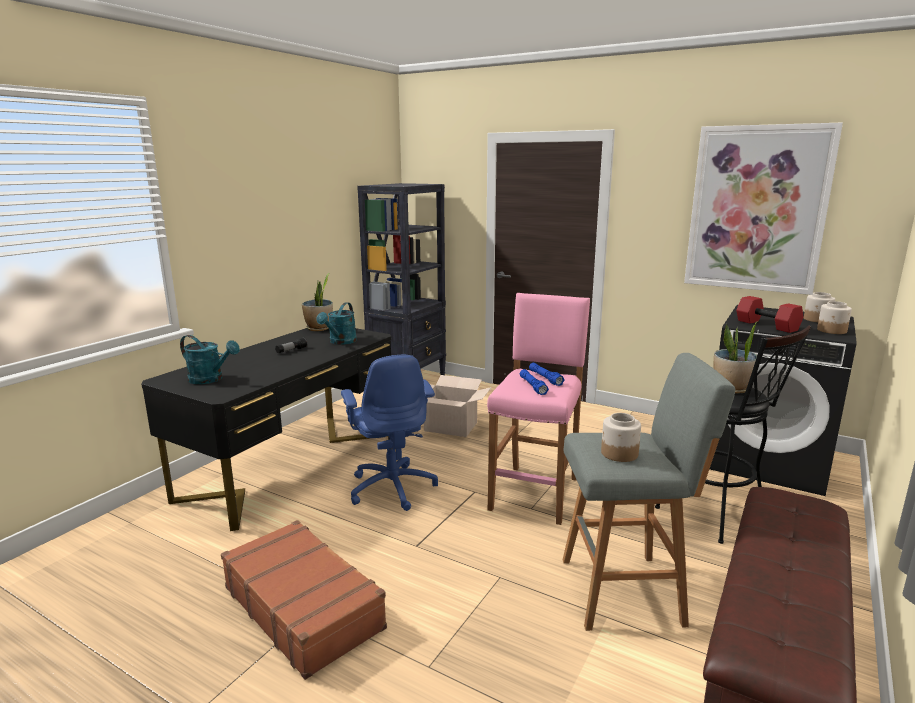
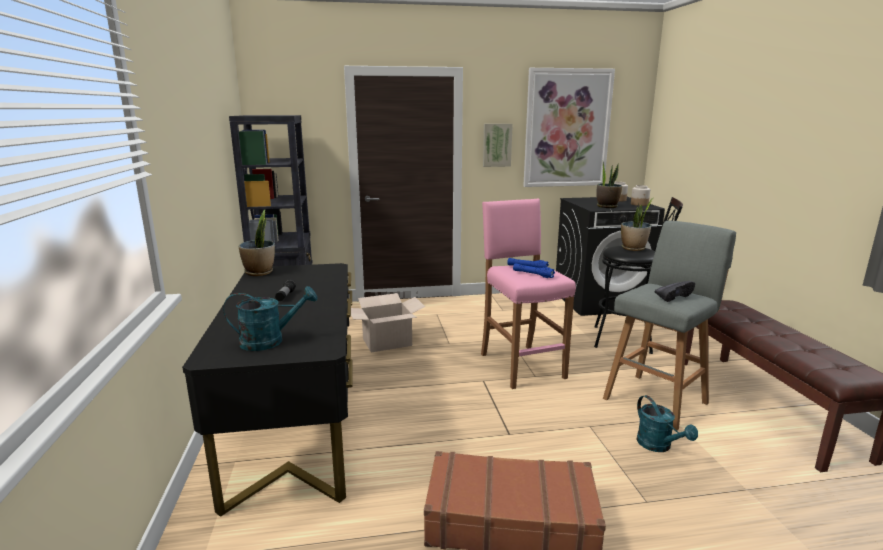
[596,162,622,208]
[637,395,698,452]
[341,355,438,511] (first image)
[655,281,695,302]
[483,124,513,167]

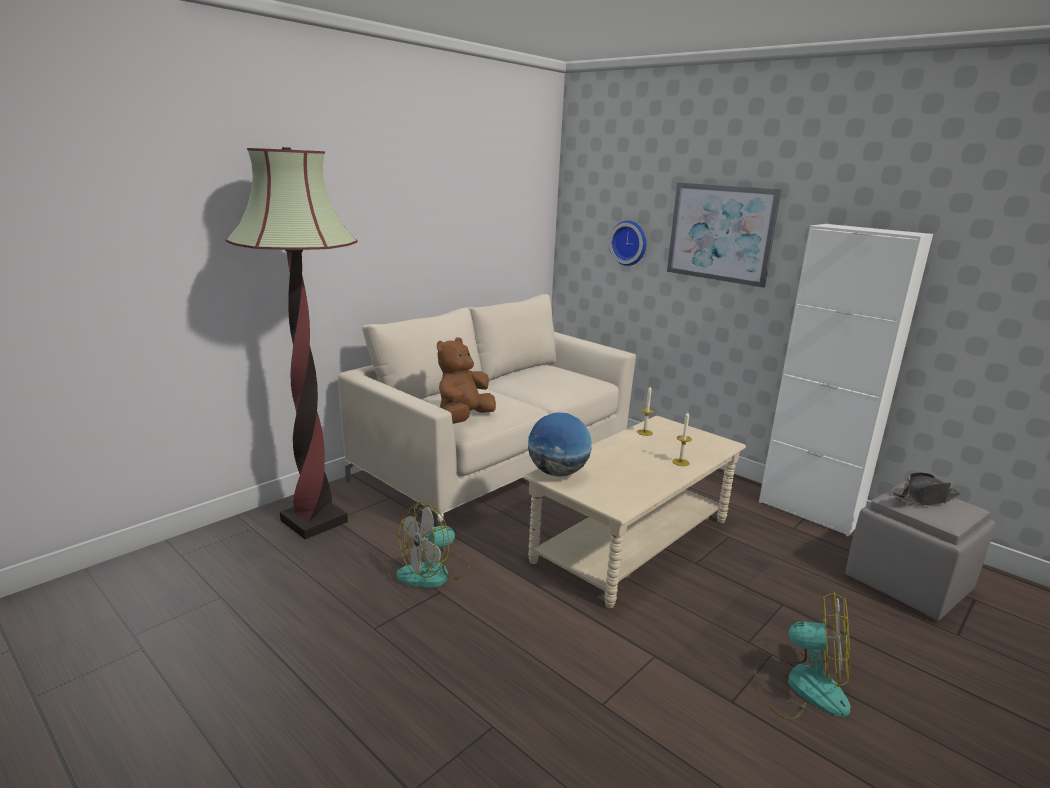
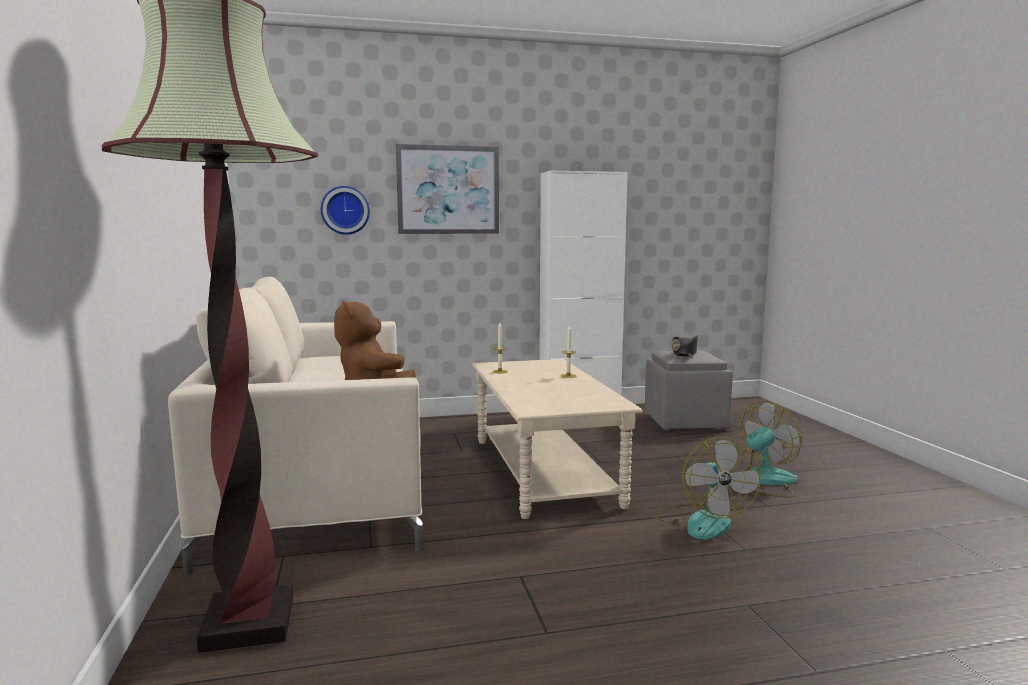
[528,412,592,477] (first image)
[655,437,760,539]

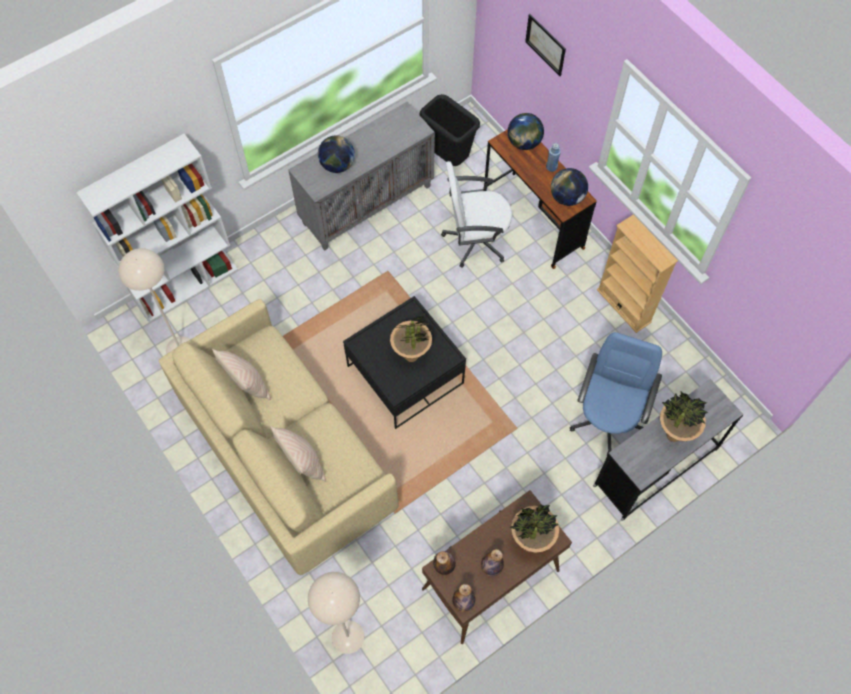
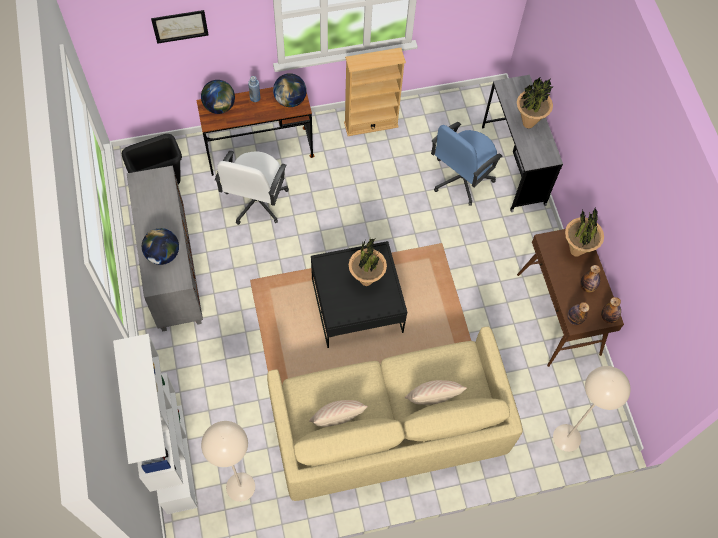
[431,122,503,206]

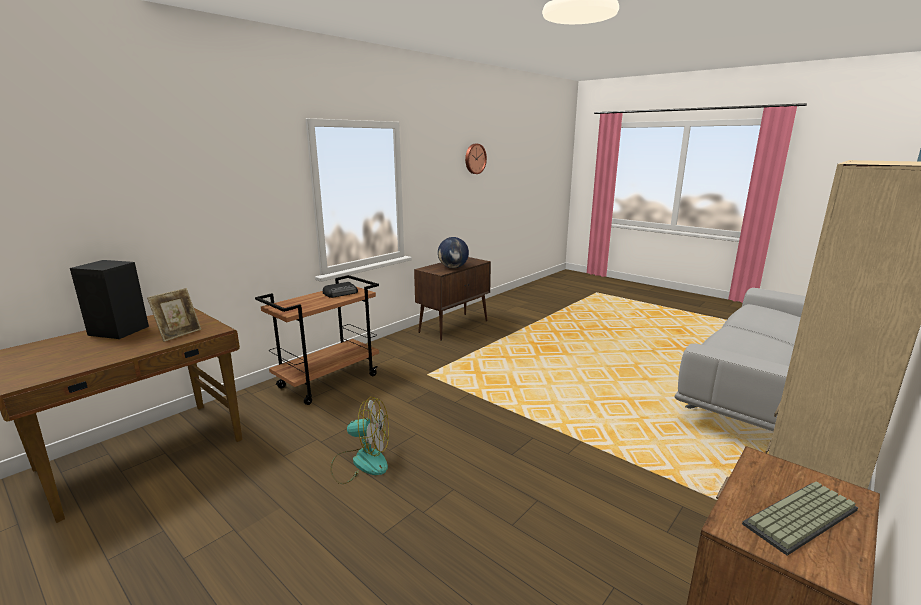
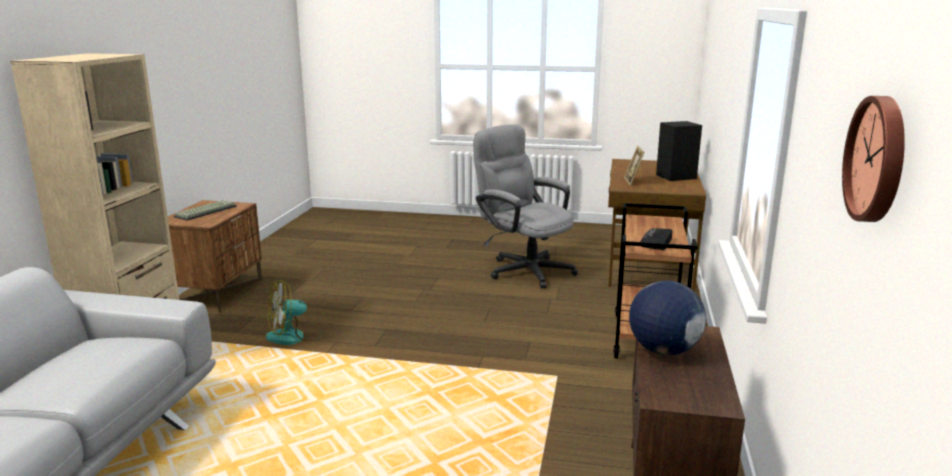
[266,280,323,345]
[473,124,578,288]

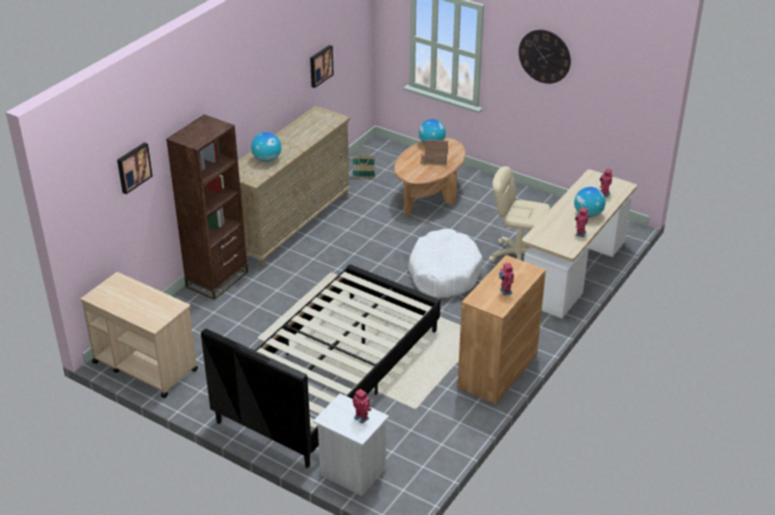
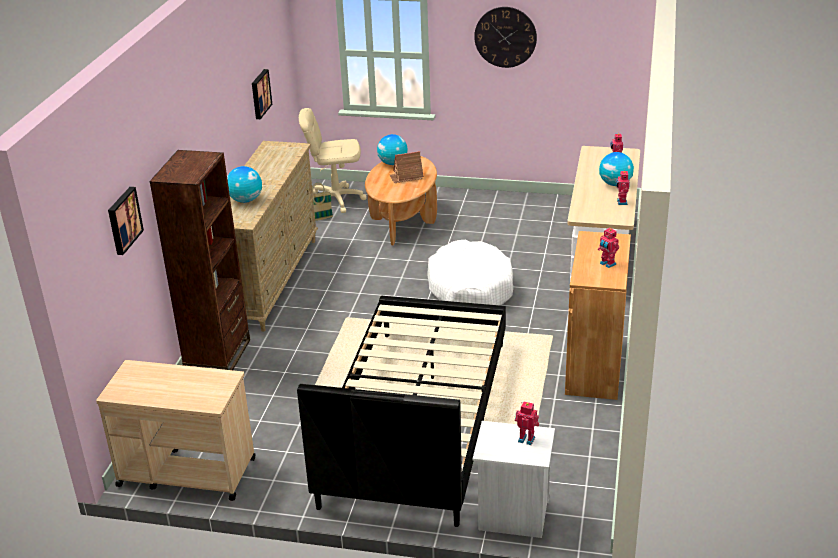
[299,108,367,213]

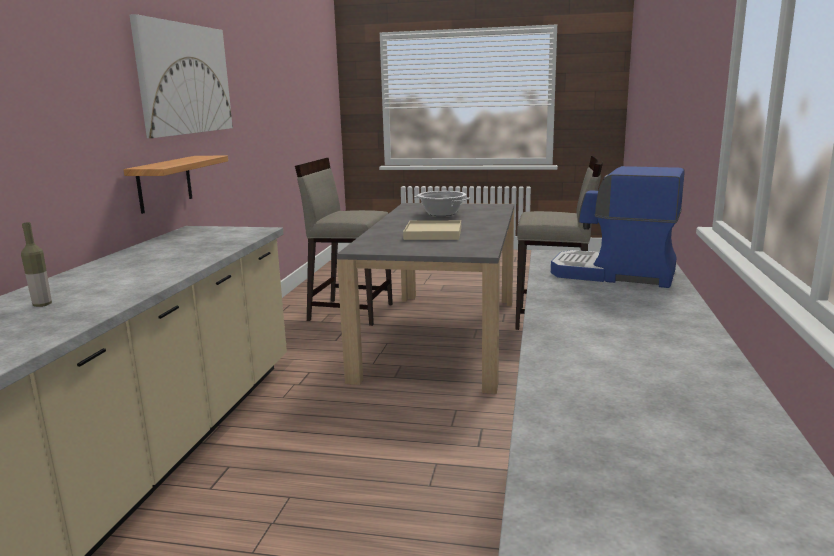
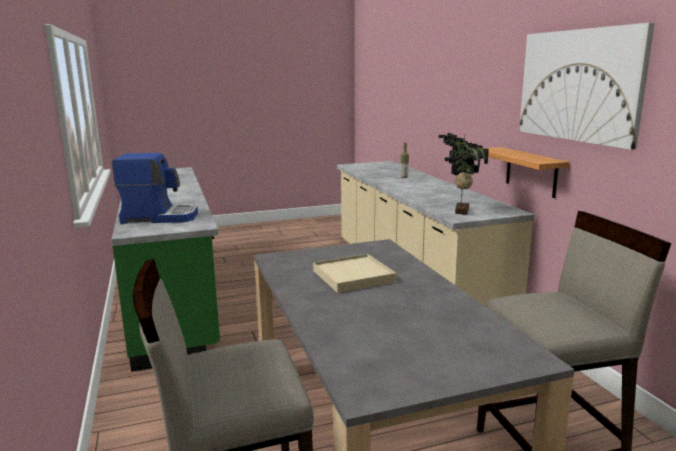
[414,191,470,216] (first image)
[438,133,489,215]

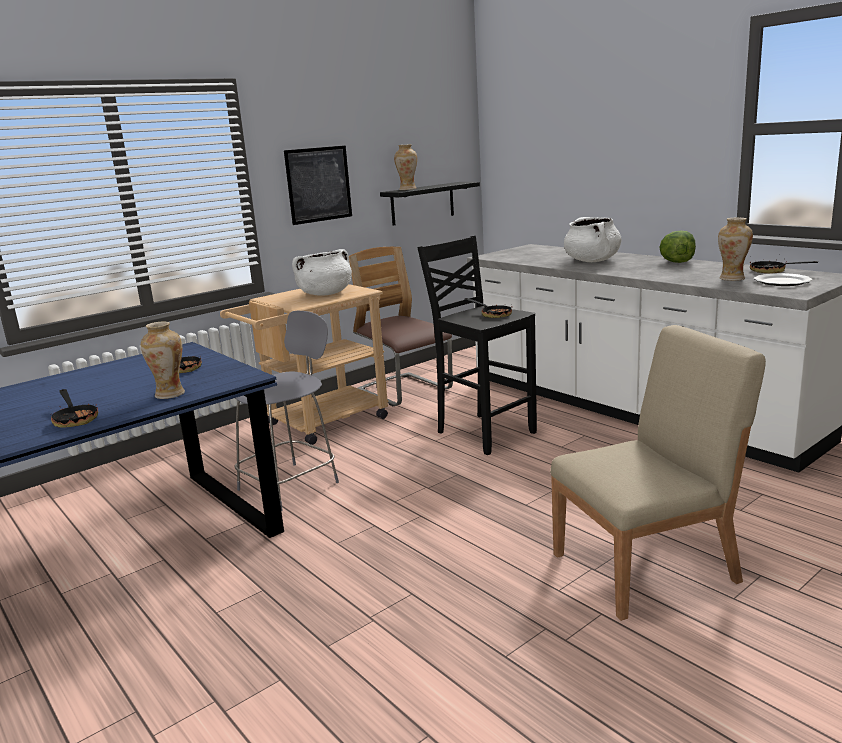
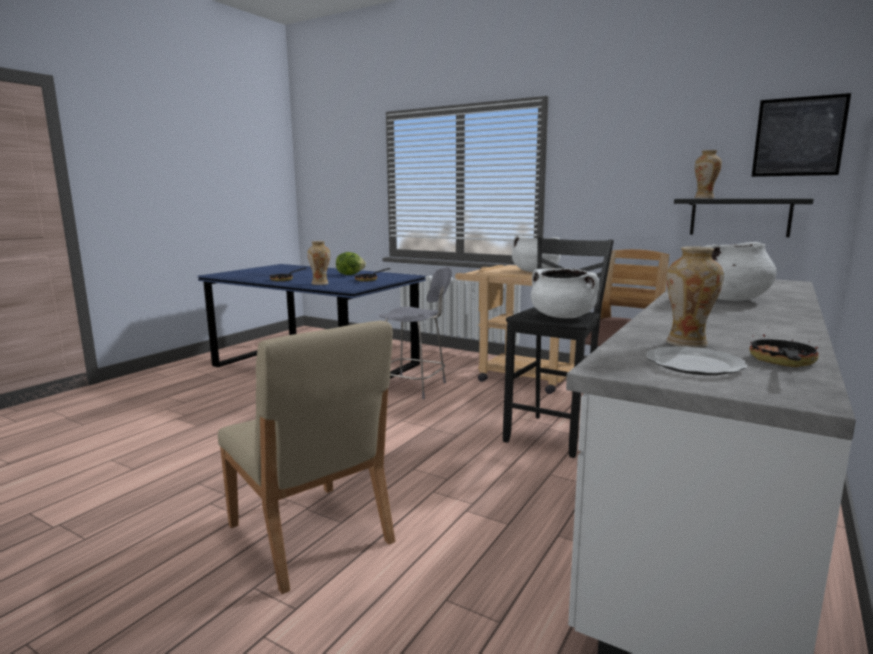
[752,93,851,177]
[336,252,366,275]
[531,268,599,318]

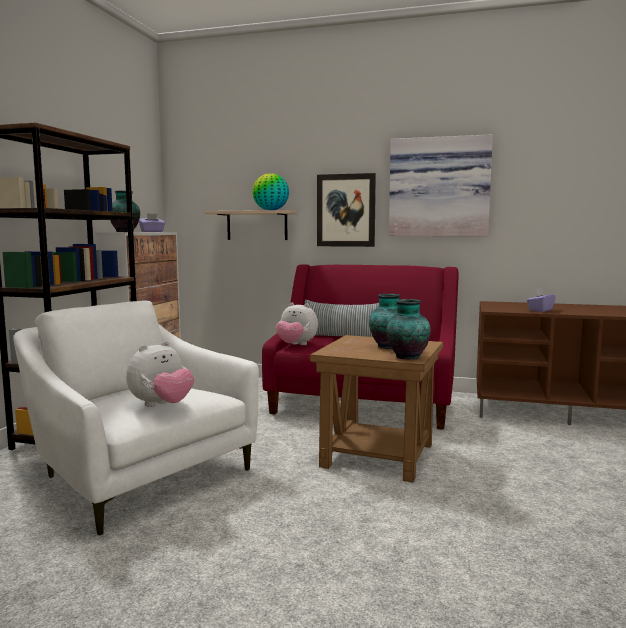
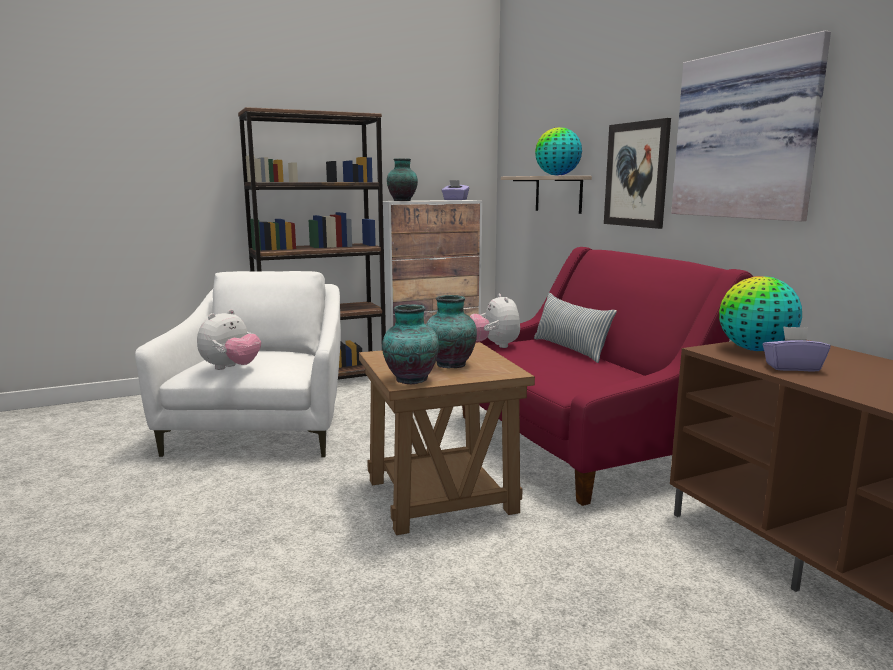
[197,309,261,370]
[719,276,802,351]

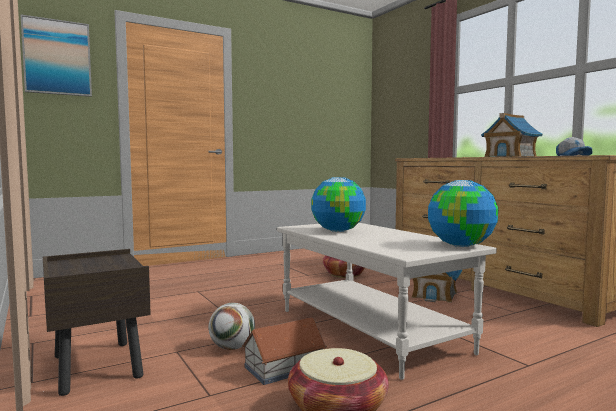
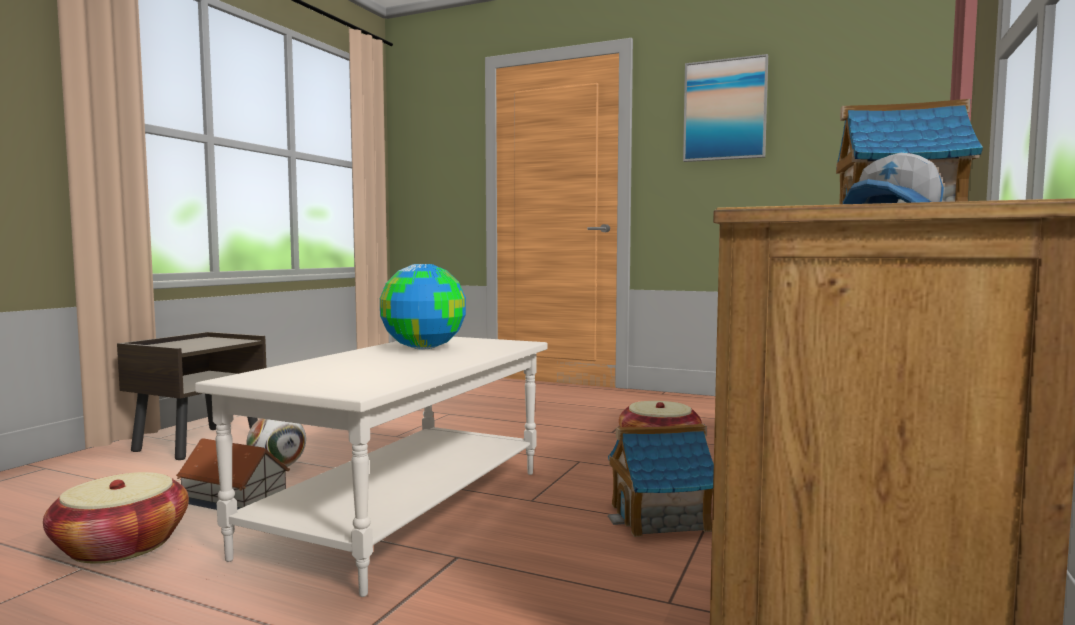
[683,54,768,162]
[428,180,498,247] (first image)

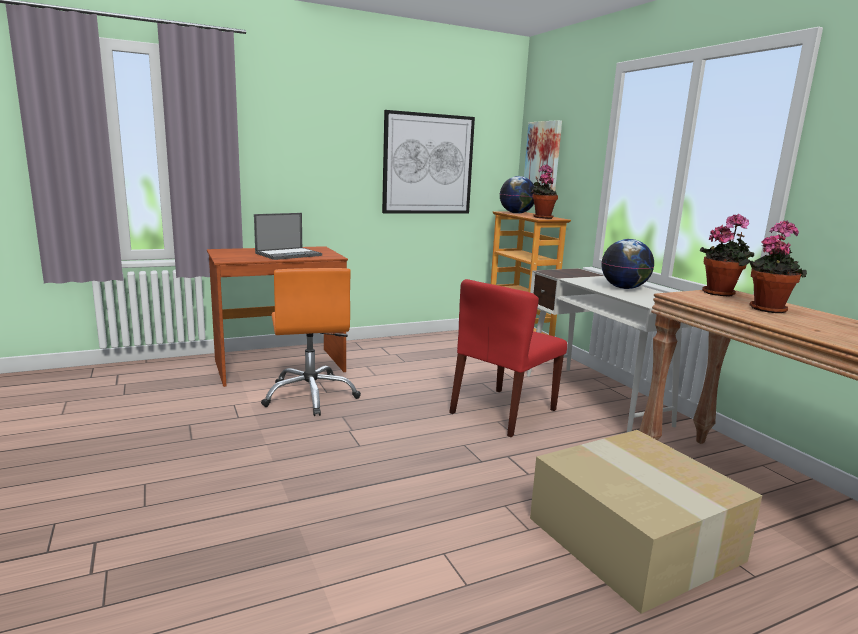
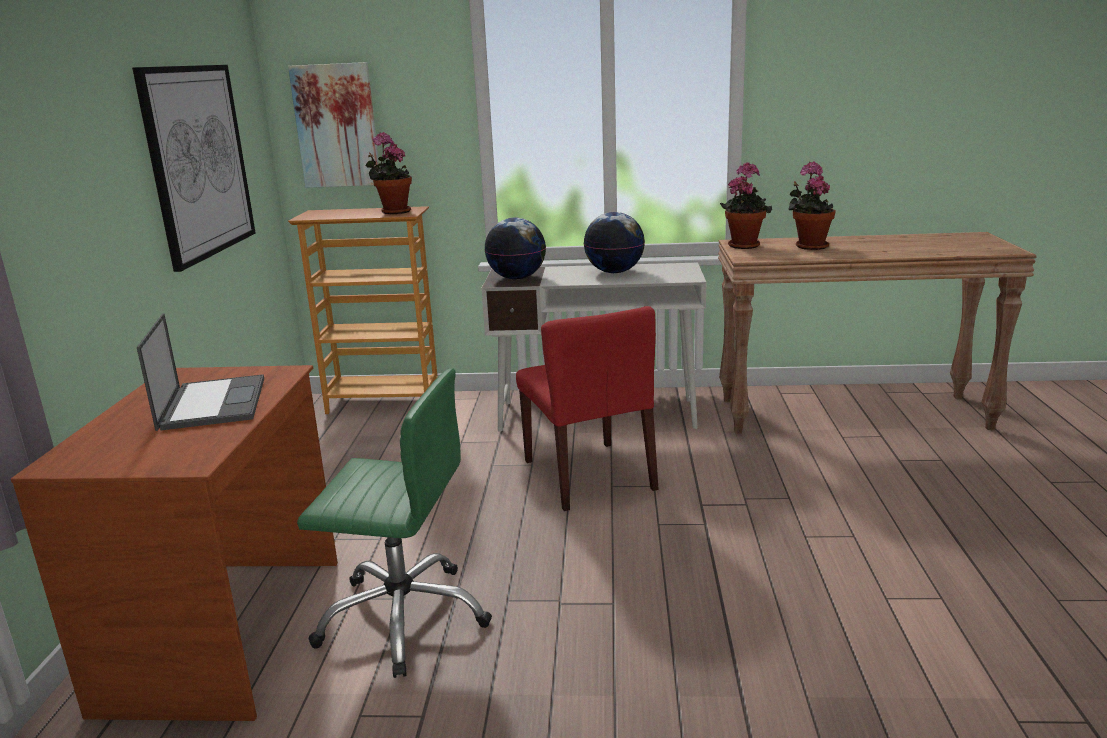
[484,218,546,279]
[297,368,492,678]
[530,430,762,614] (first image)

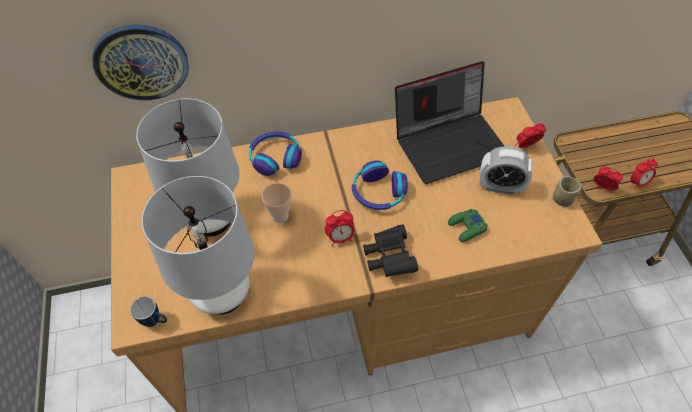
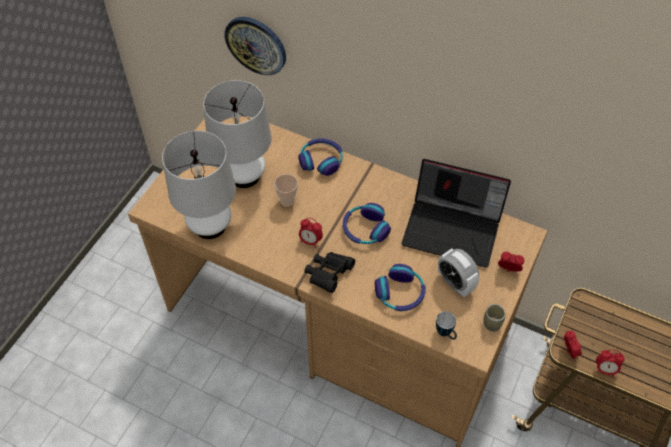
[375,264,426,311]
[436,311,457,340]

